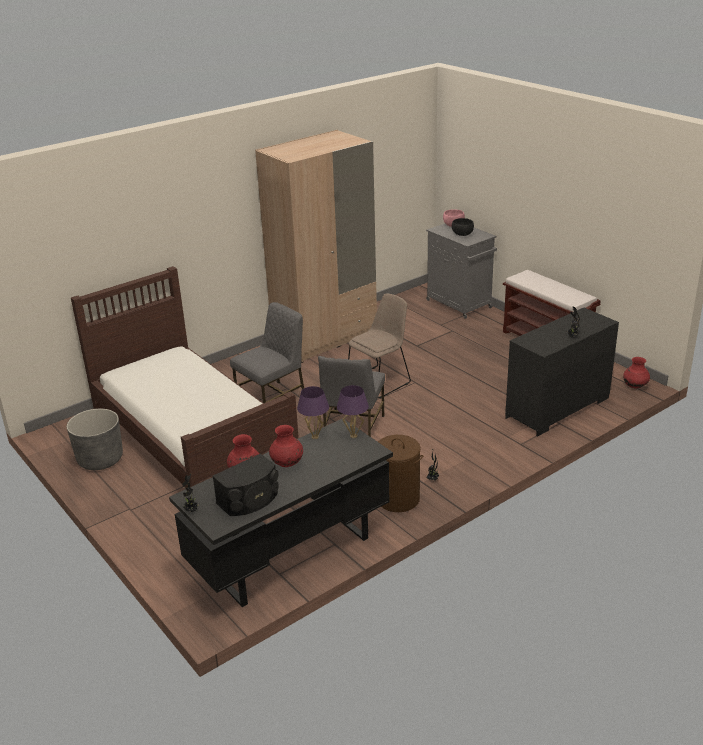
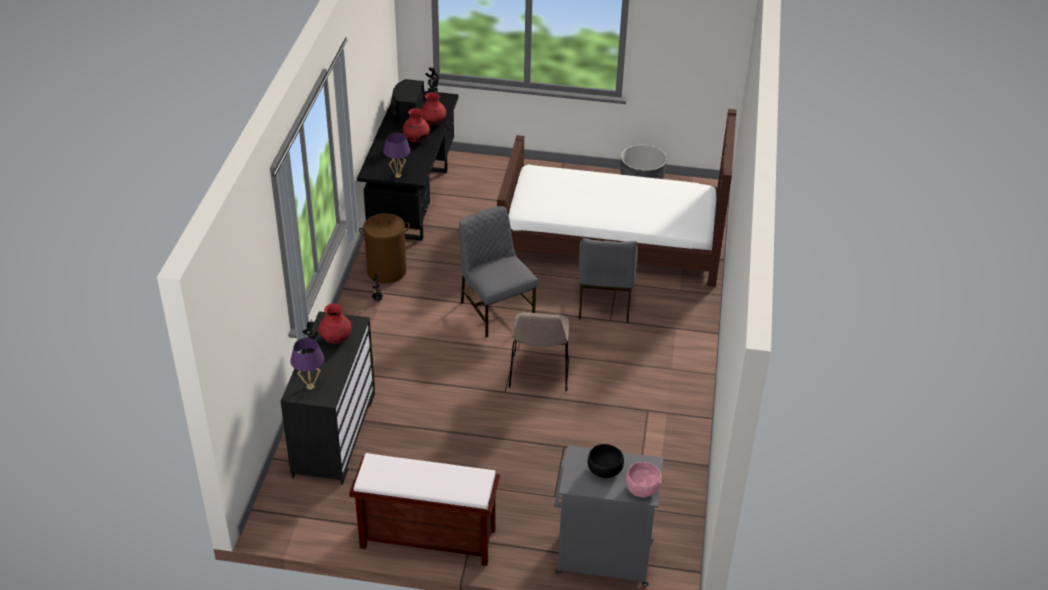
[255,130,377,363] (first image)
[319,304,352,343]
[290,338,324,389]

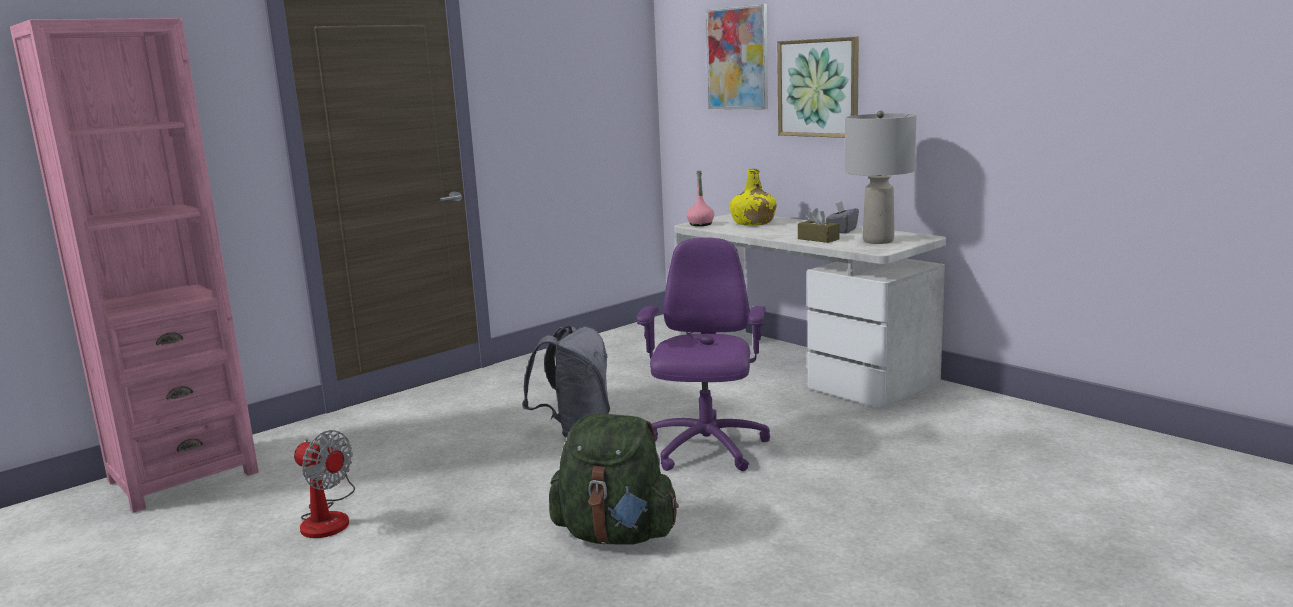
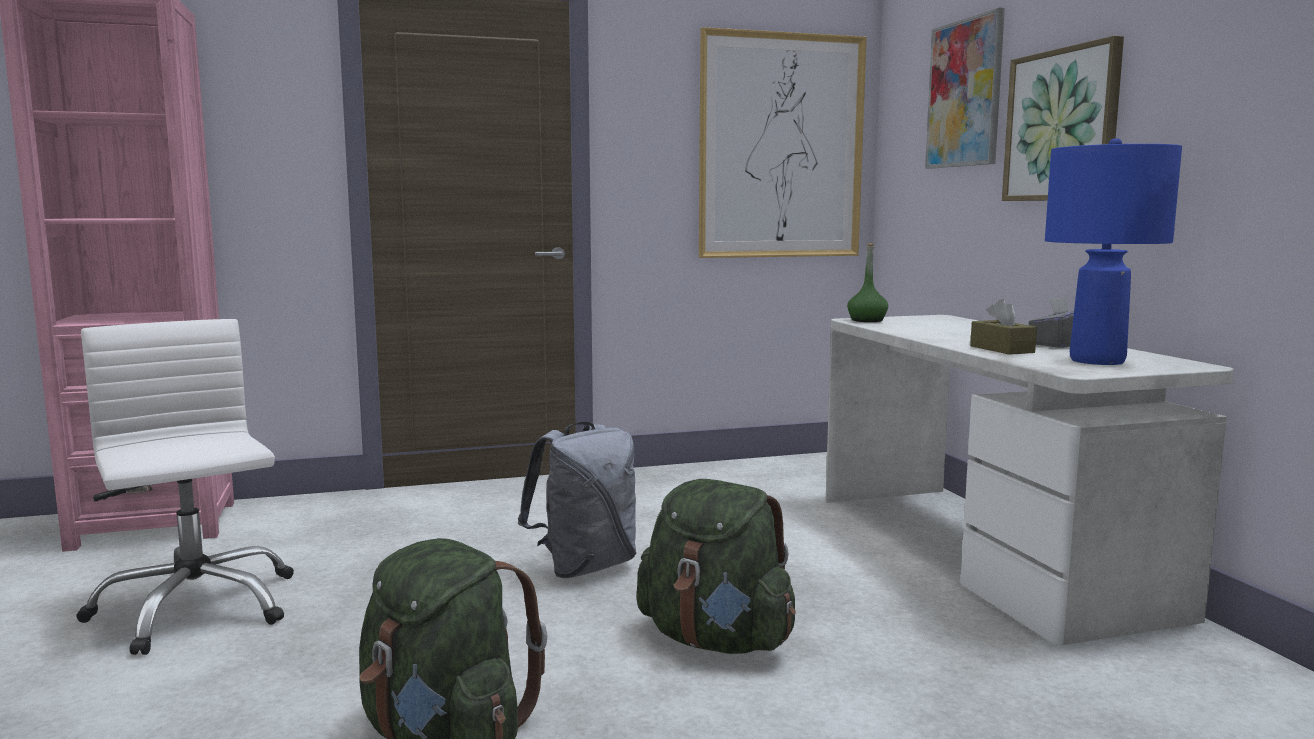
[1045,138,1182,365]
[730,169,776,226] (first image)
[847,243,888,322]
[637,479,796,654]
[76,319,294,655]
[699,27,867,258]

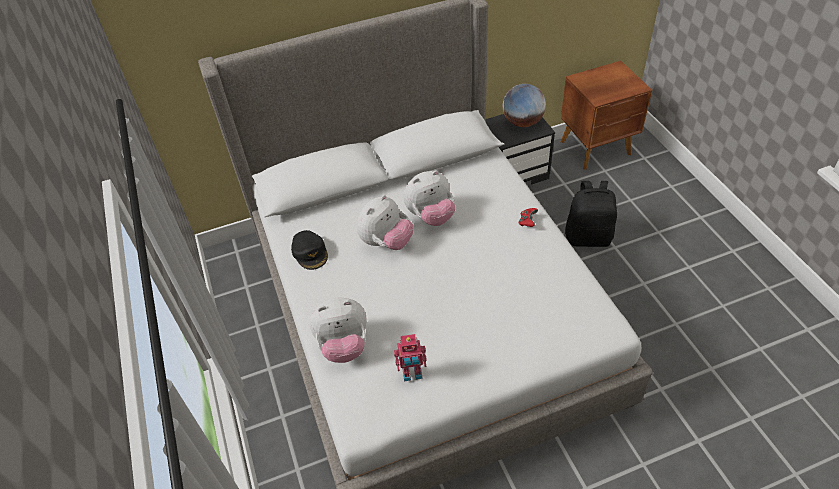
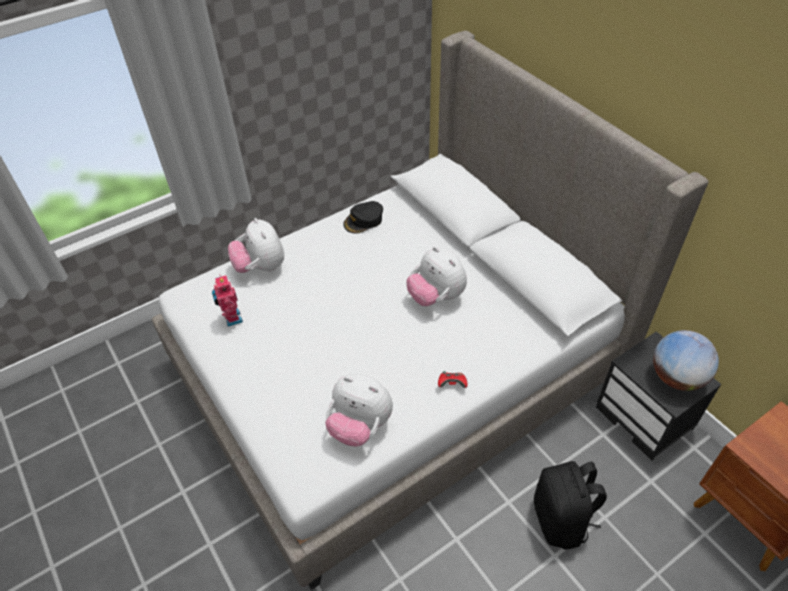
[325,374,393,447]

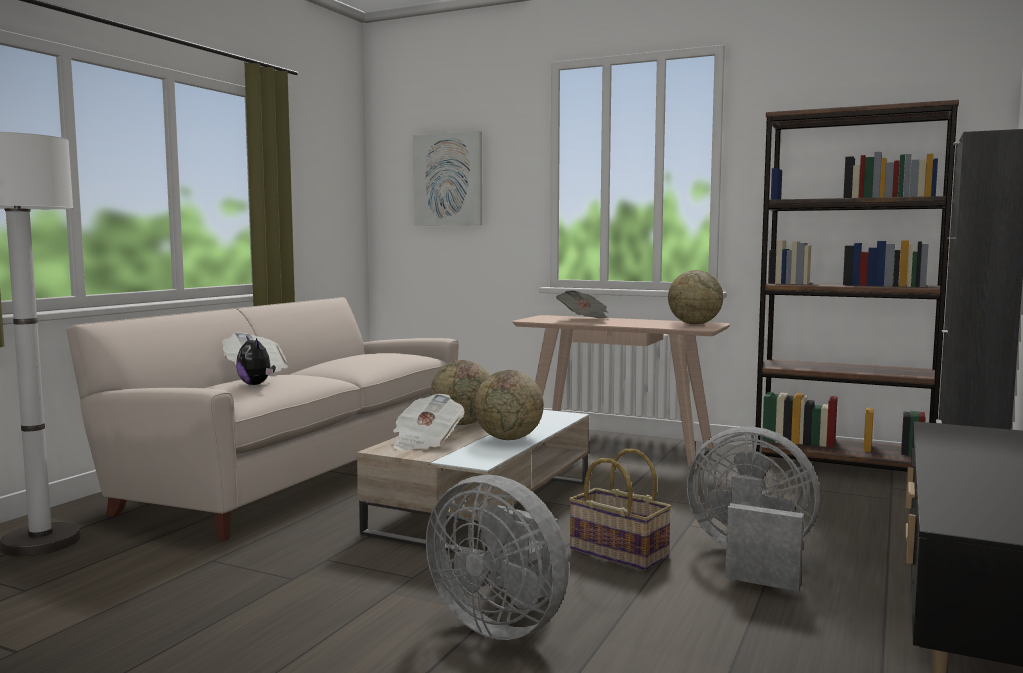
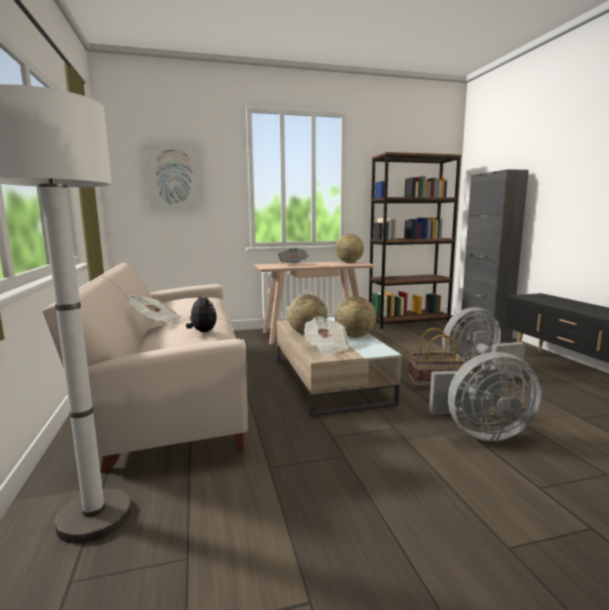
[186,294,217,332]

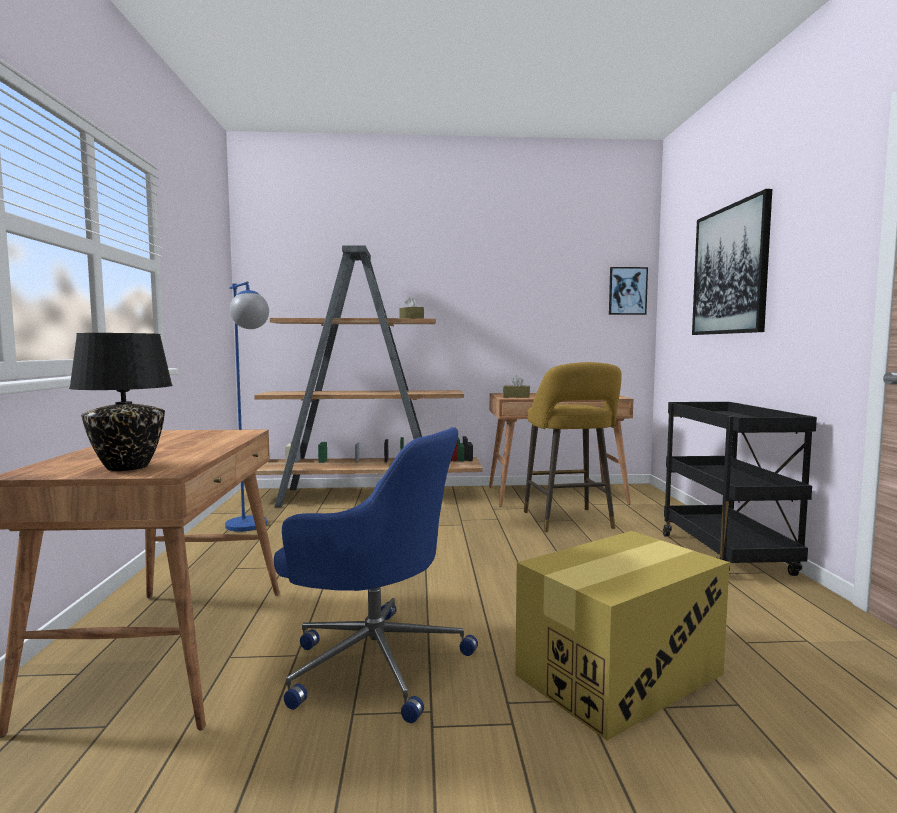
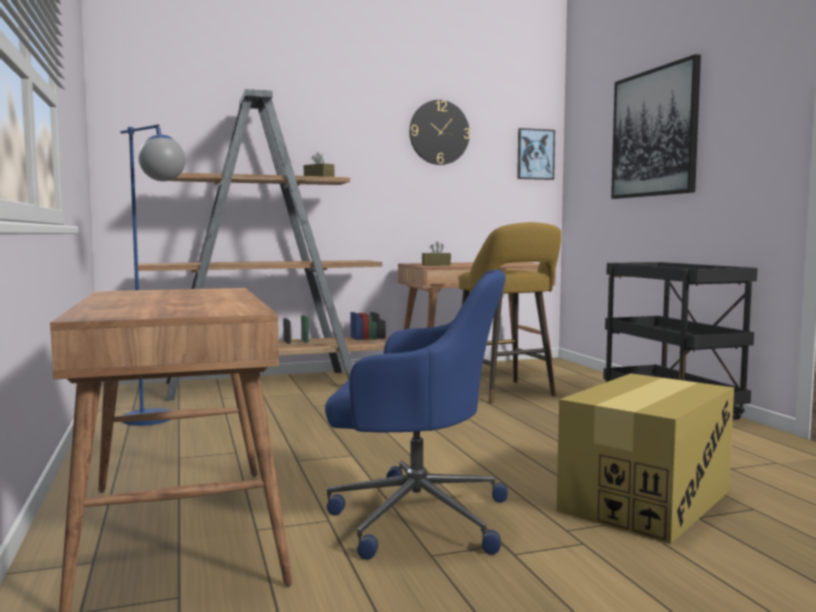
[69,333,173,471] (first image)
[409,100,470,165]

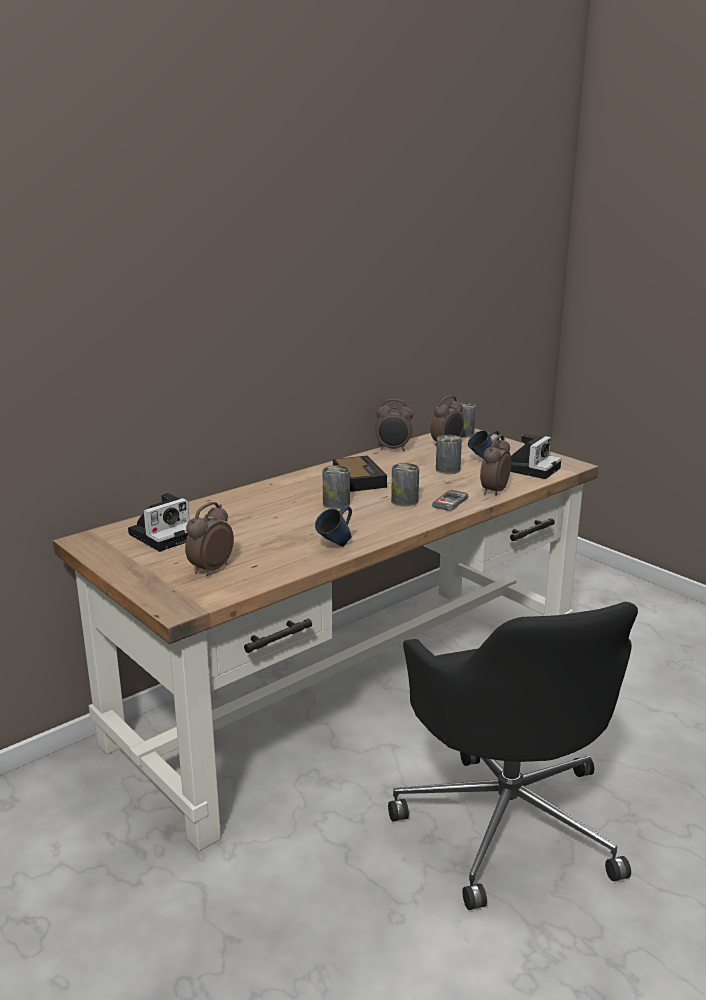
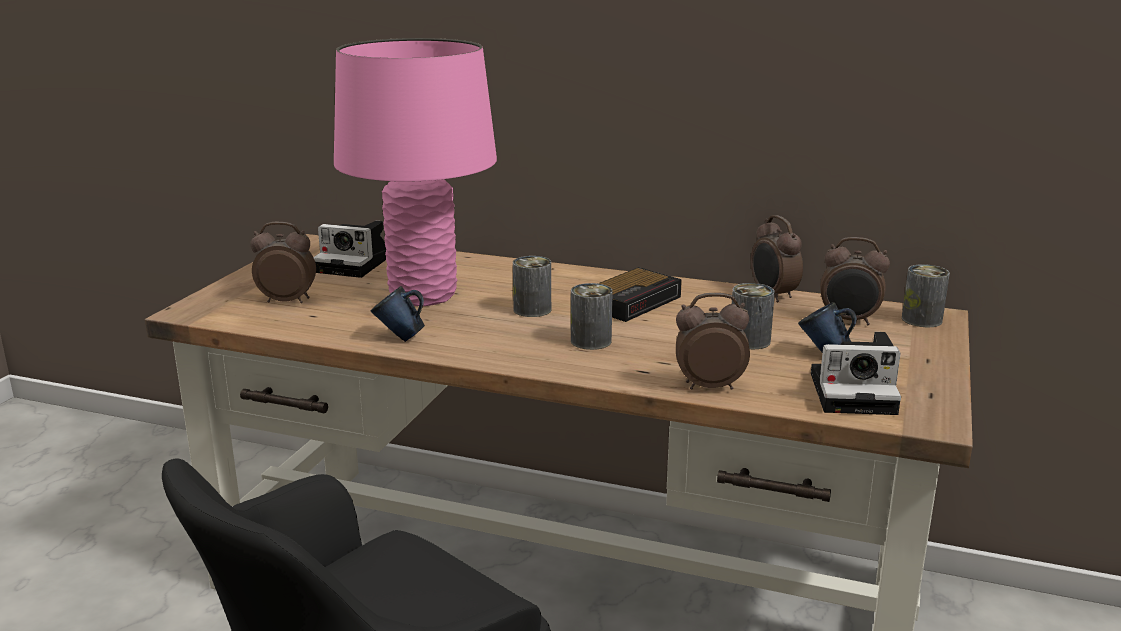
[432,490,469,511] (first image)
[334,38,497,306]

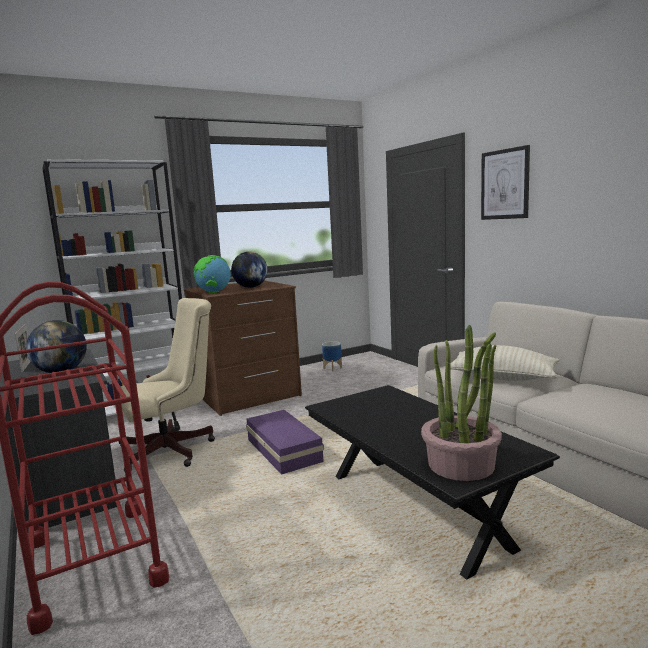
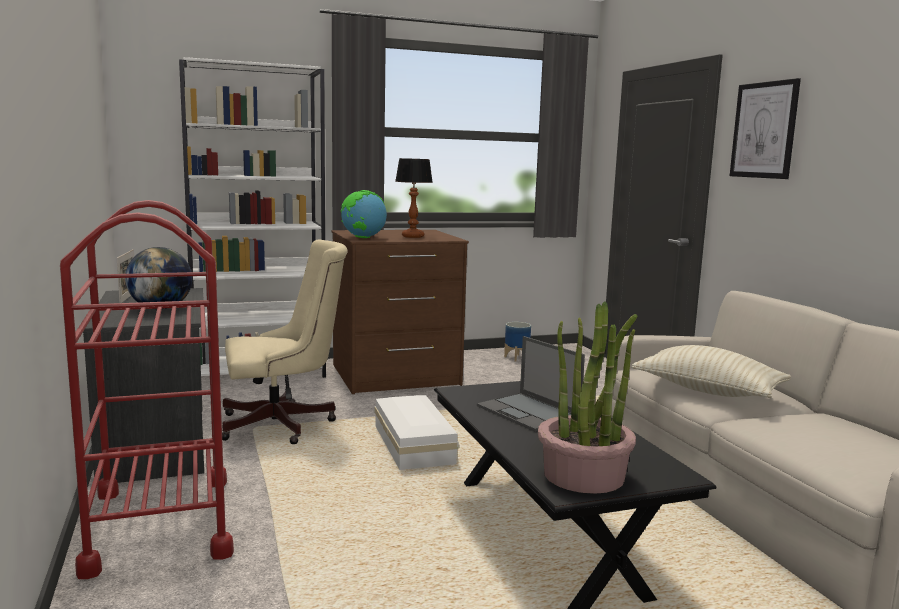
[395,158,433,238]
[374,395,459,470]
[477,336,585,432]

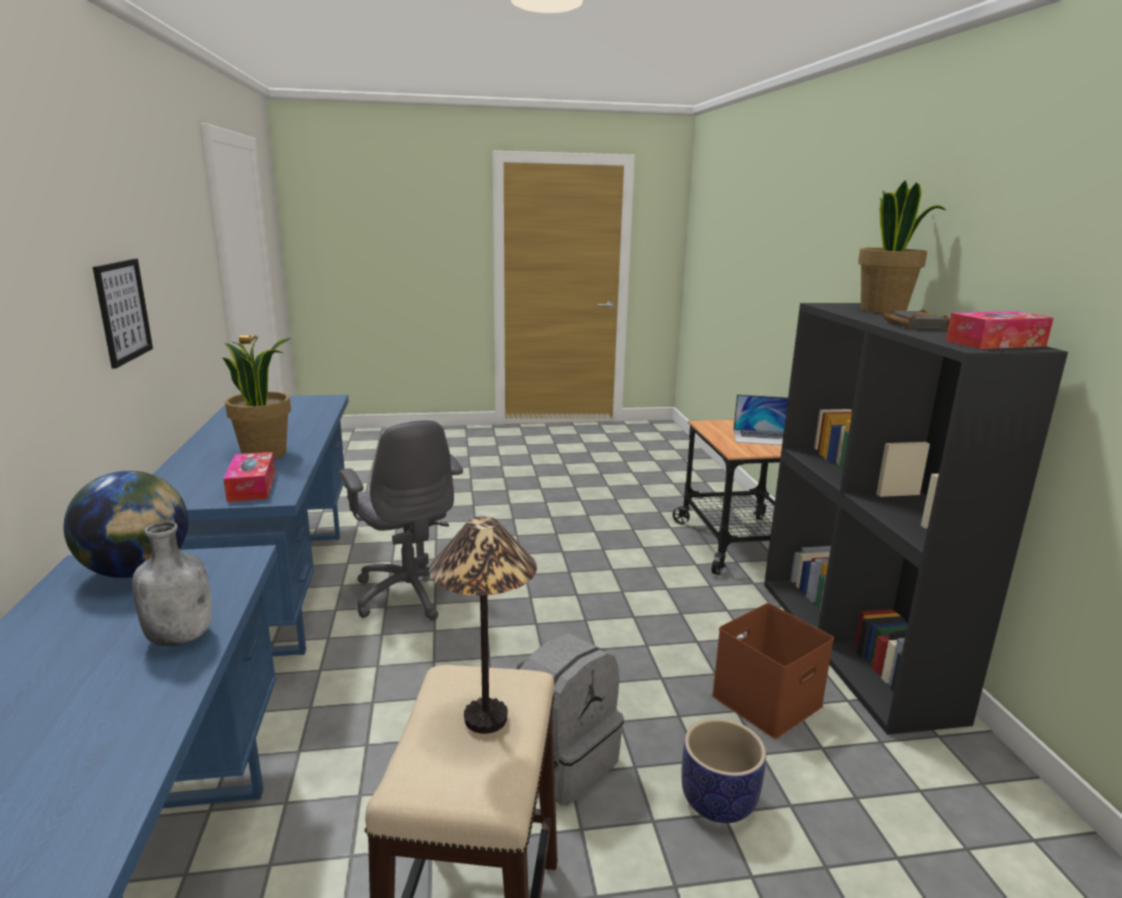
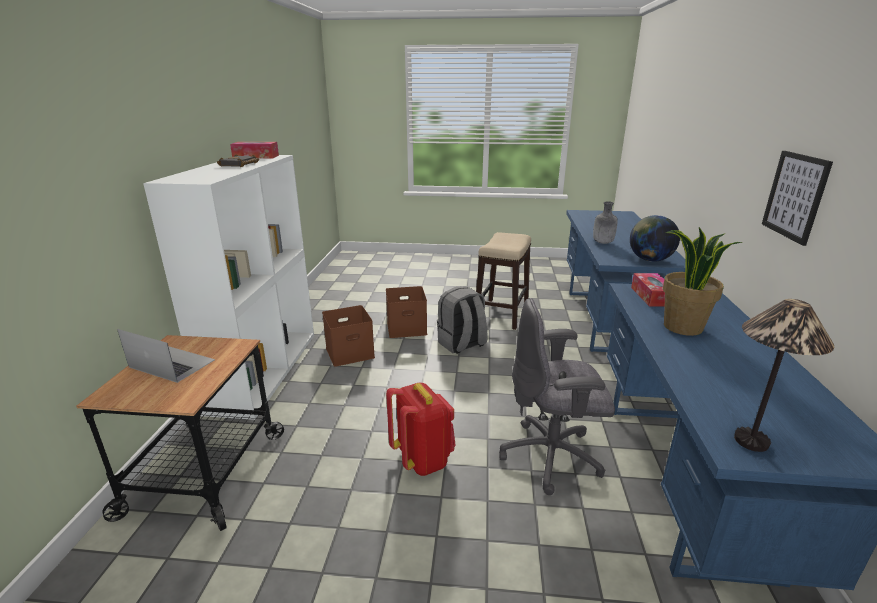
[858,180,946,313] (first image)
[143,155,314,420]
[499,298,615,495]
[734,299,835,452]
[386,286,427,338]
[386,382,455,476]

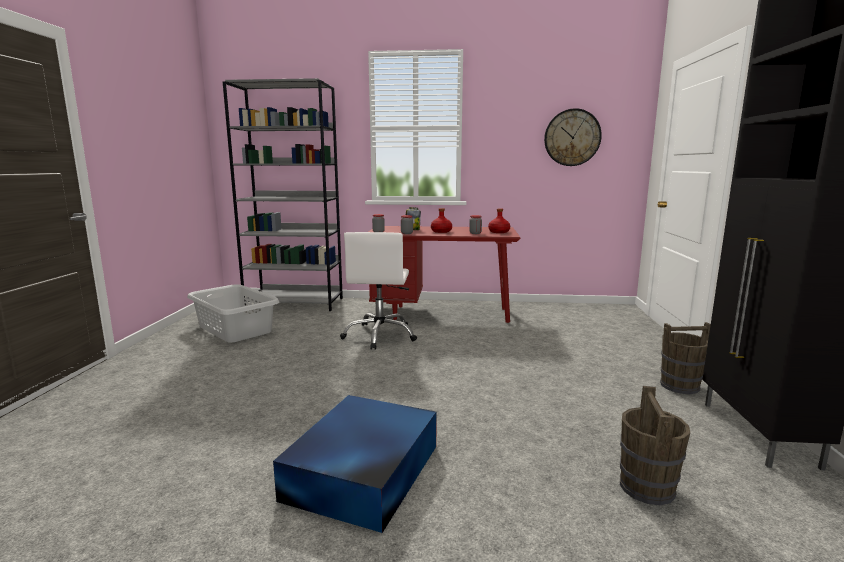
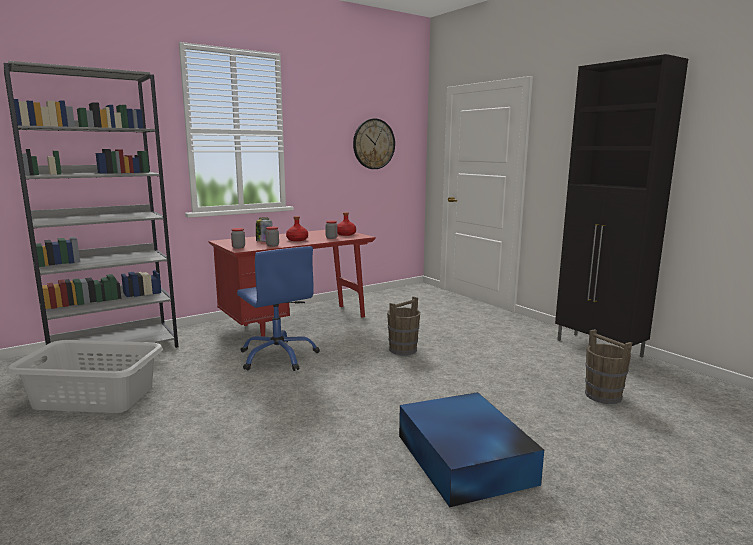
[237,246,320,371]
[387,296,420,355]

